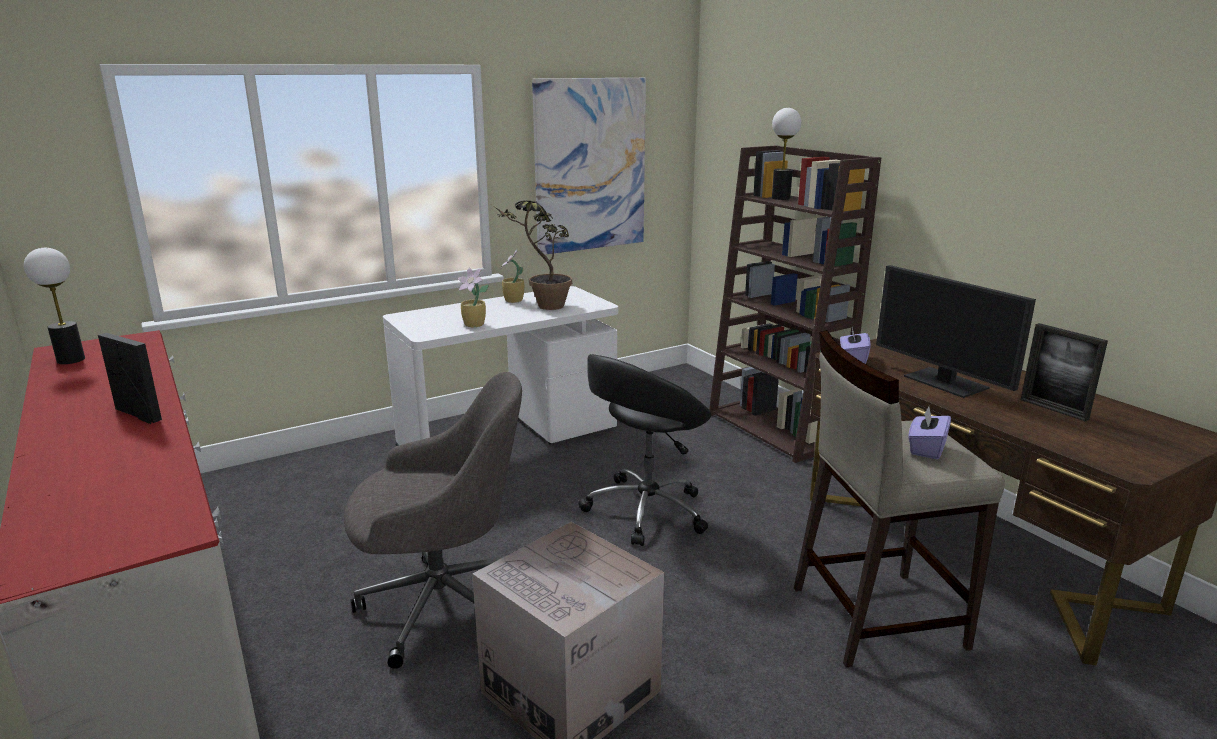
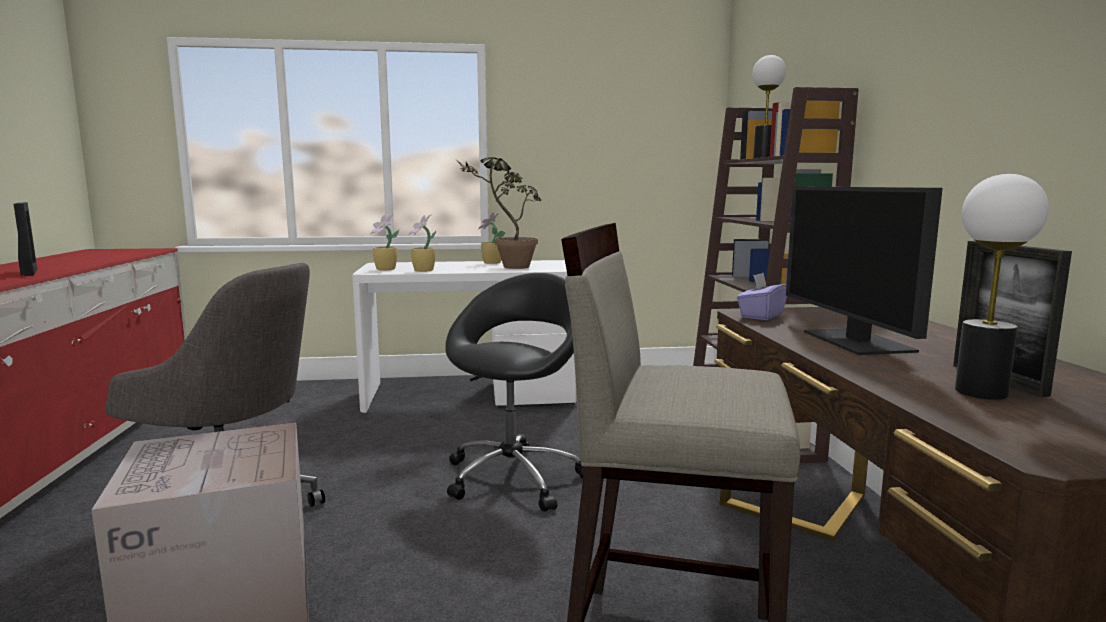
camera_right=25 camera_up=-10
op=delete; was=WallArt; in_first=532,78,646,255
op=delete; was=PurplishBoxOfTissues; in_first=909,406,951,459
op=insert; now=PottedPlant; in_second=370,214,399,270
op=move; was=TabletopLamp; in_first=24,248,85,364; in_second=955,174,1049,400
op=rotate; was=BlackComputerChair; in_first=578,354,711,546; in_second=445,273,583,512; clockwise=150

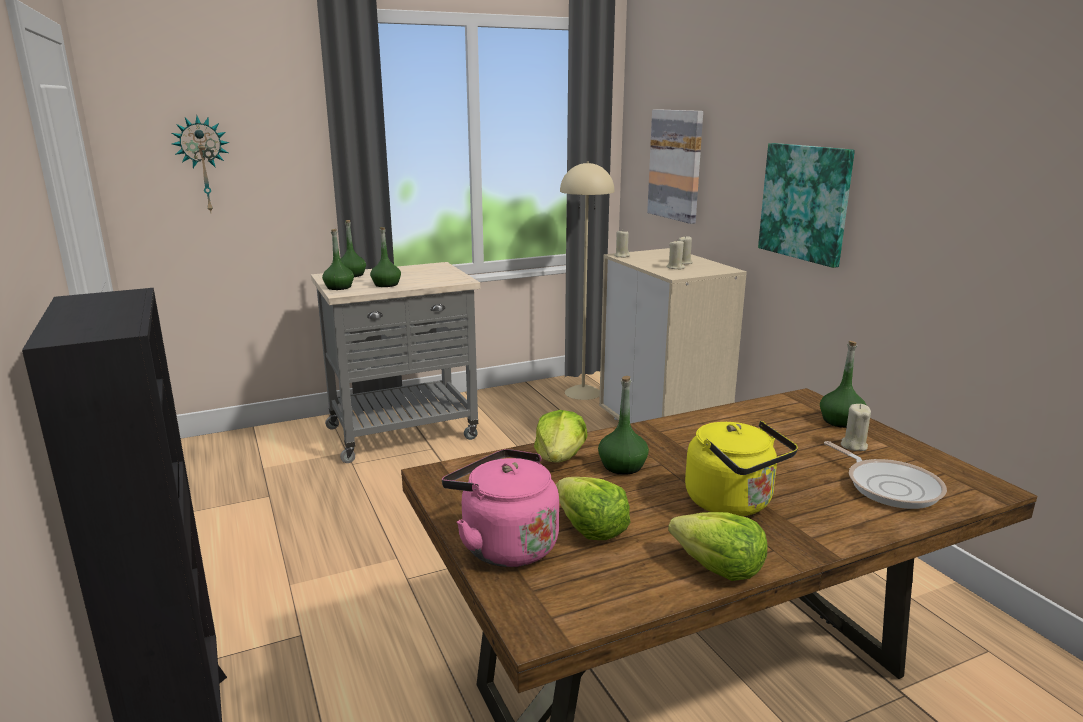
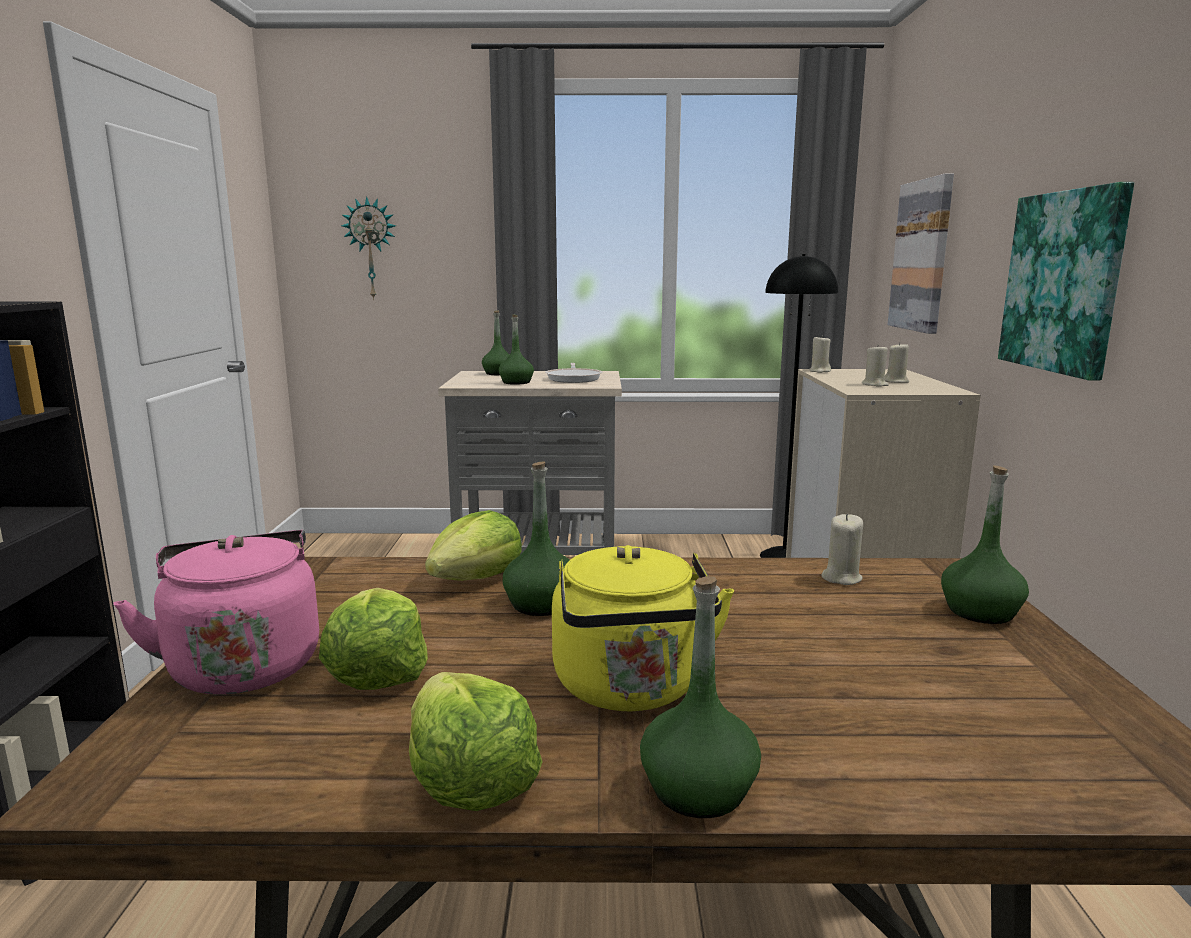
camera_right=25 camera_up=-5
op=move; was=GreenishBottle; in_first=322,229,354,290; in_second=640,576,761,818
op=move; was=Pan; in_first=824,441,947,509; in_second=545,363,602,383
op=move; was=BeigeColouredCandle; in_first=841,404,871,451; in_second=821,514,863,585
op=recolor; was=BeigeColouredStandingLamp; now=BlackStandingLamp; in_first=560,162,614,400; in_second=760,254,838,558

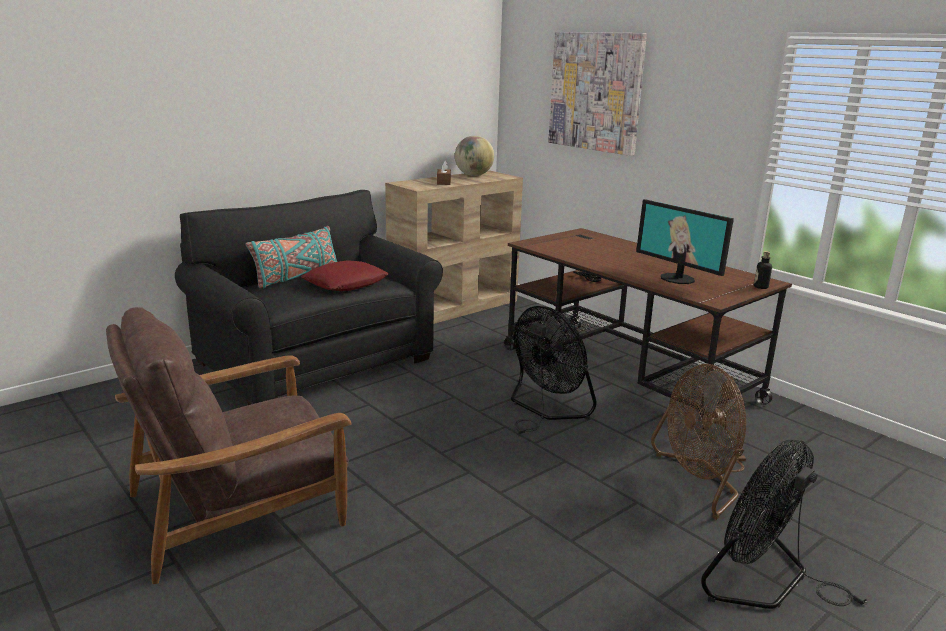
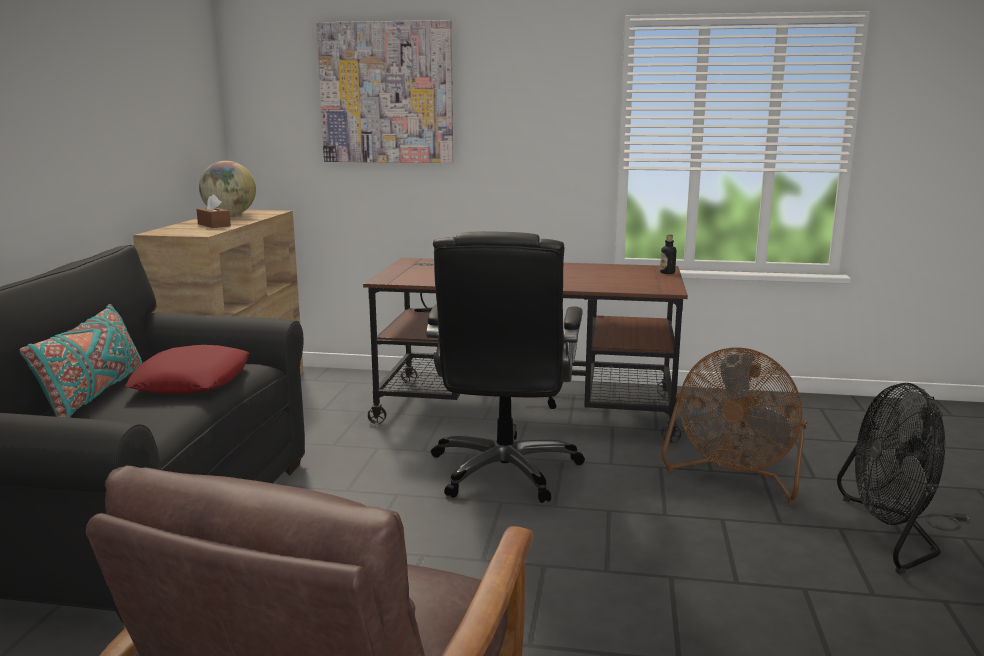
camera_right=-40 camera_up=-5
op=delete; was=ComputerDisplay; in_first=636,199,734,284
op=replace; was=BlackCoolingFan; now=BlackComputerChair; in_first=511,306,597,434; in_second=426,231,585,503

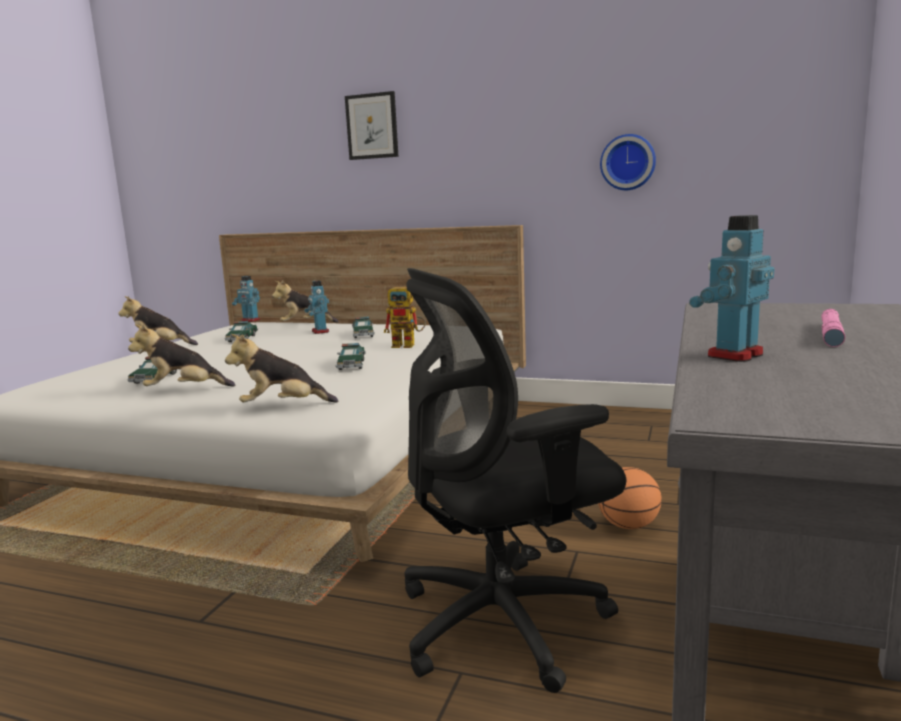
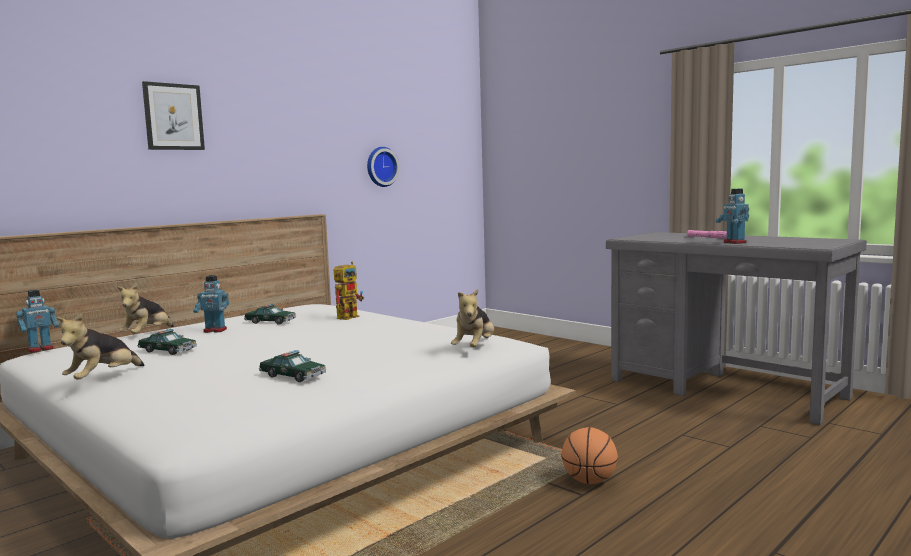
camera_right=-65 camera_up=-5
op=delete; was=PlushToy; in_first=128,324,236,387
op=delete; was=MiniatureCar; in_first=336,343,366,370
op=delete; was=BlackComputerChair; in_first=404,268,626,693
op=move; was=BasketballBall; in_first=598,467,661,529; in_second=561,427,618,484

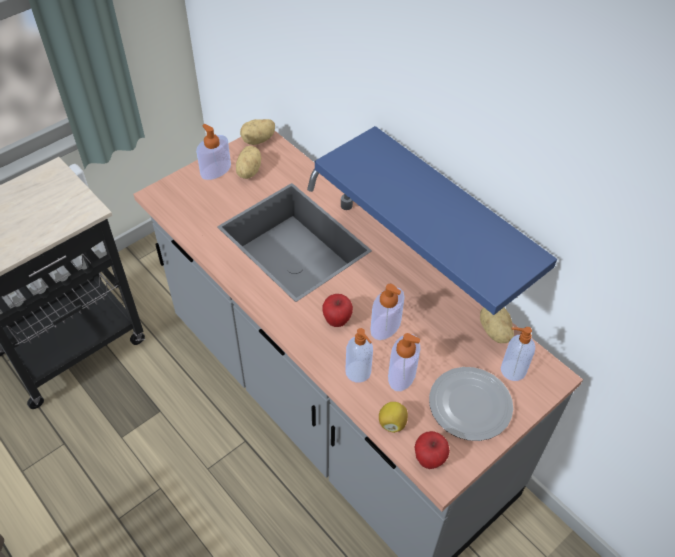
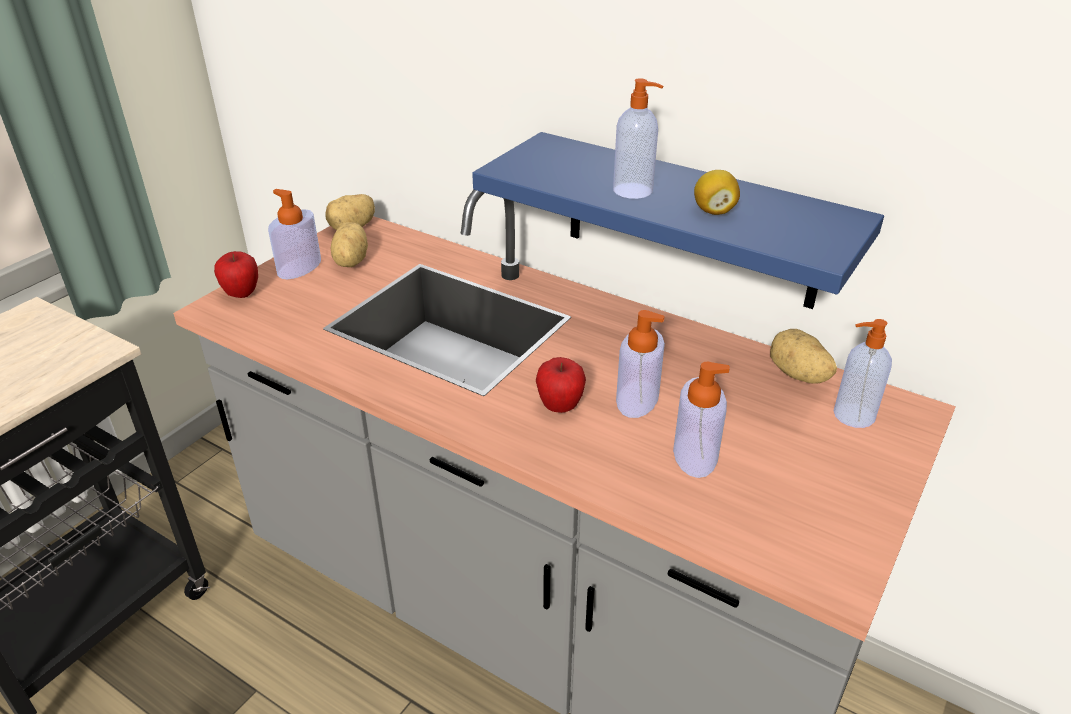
camera_right=-15 camera_up=-15
op=delete; was=DinnerPlate; in_first=429,367,513,441
op=move; was=LiquidSoapBottle; in_first=345,328,373,383; in_second=613,78,663,199
op=move; was=CitrusFruit; in_first=379,402,408,433; in_second=694,170,740,215
op=move; was=WholeApple; in_first=414,431,450,469; in_second=214,251,258,298

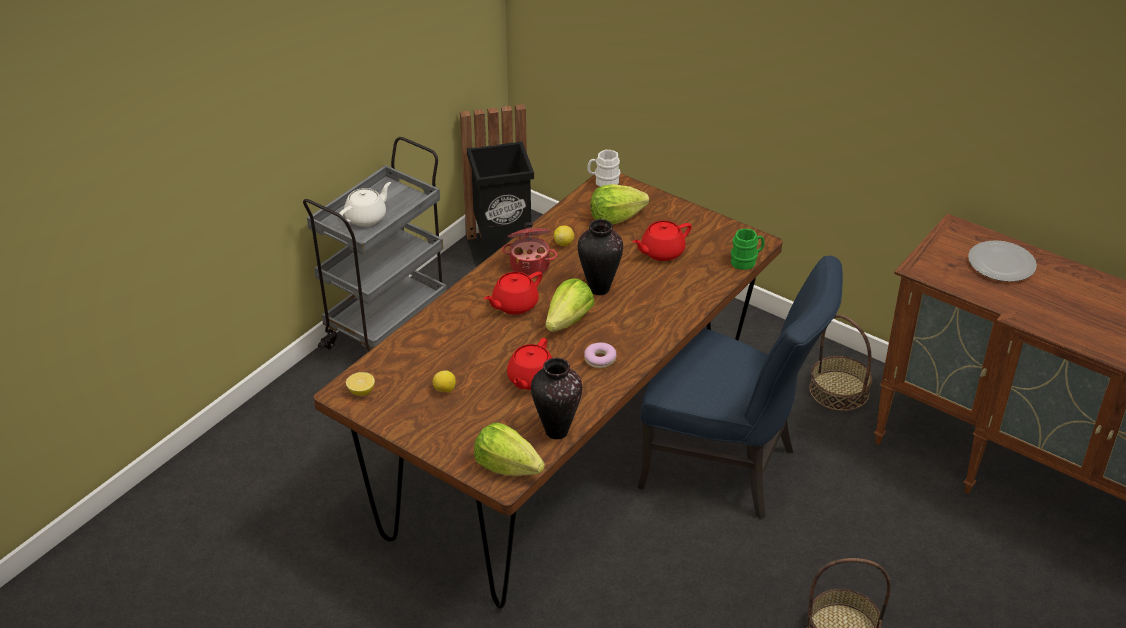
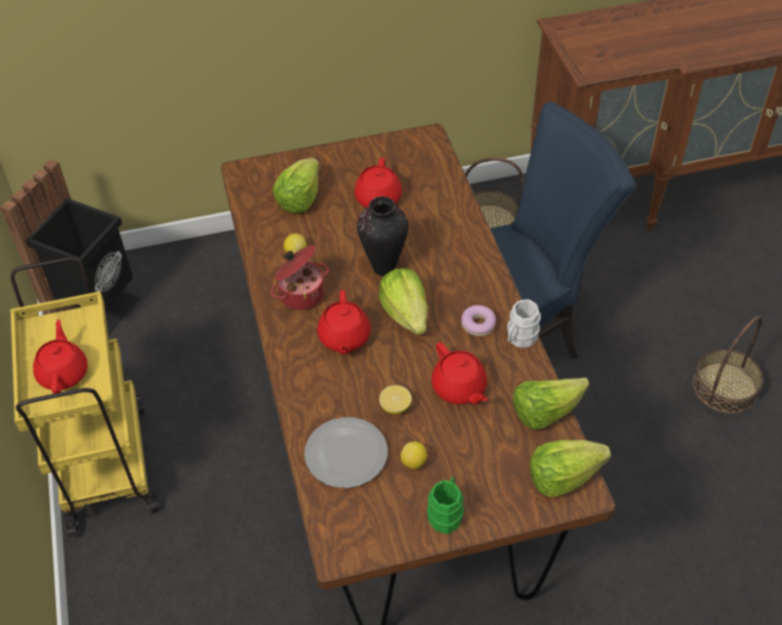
camera_right=-50 camera_up=10
op=move; was=CitrusFruit; in_first=346,372,375,396; in_second=379,385,412,414
op=move; was=WhiteMug; in_first=587,150,620,187; in_second=507,299,541,348
op=move; was=GreenishMug; in_first=731,229,764,270; in_second=427,477,464,534
op=move; was=DinnerPlate; in_first=968,240,1037,282; in_second=304,417,388,488
op=replace; was=Vase; now=HeadOfLettuce; in_first=531,358,582,439; in_second=513,378,589,430
op=recolor; was=GreyCart; now=YellowColouredCart; in_first=303,137,447,352; in_second=10,257,159,537
op=recolor; was=WhitePotForTea; now=RedColouredPotForTea; in_first=339,182,391,226; in_second=33,319,88,394

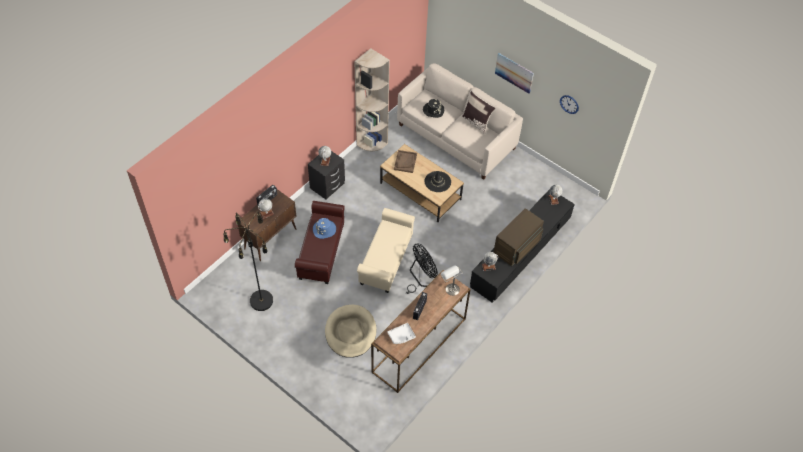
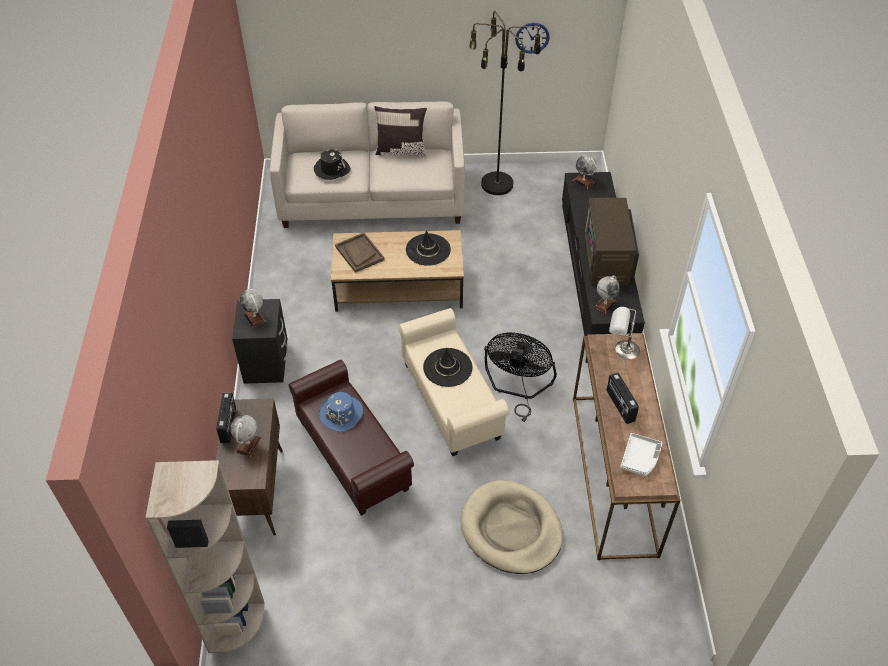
camera_right=-40 camera_up=-5
op=delete; was=WallArt; in_first=495,53,534,94
op=insert; now=BlackHat; in_second=423,348,473,387
op=move; was=StandingLamp; in_first=223,211,273,311; in_second=469,11,541,195
op=move; was=BeigeColouredShelvingUnit; in_first=354,48,390,151; in_second=145,460,265,653

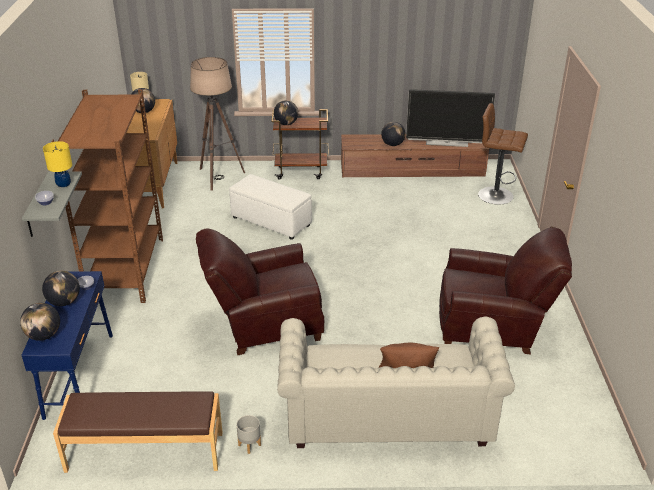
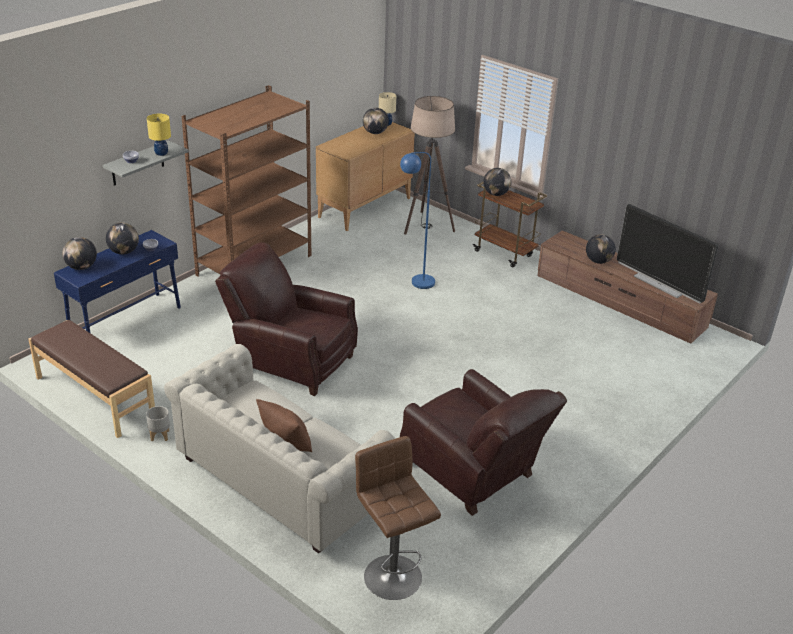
camera_right=40 camera_up=0
op=move; was=BrownStoolSeat; in_first=478,103,528,205; in_second=355,436,441,600
op=replace; was=WhiteFootrest; now=BlueColouredStandingLamp; in_first=229,174,312,240; in_second=400,152,435,289

